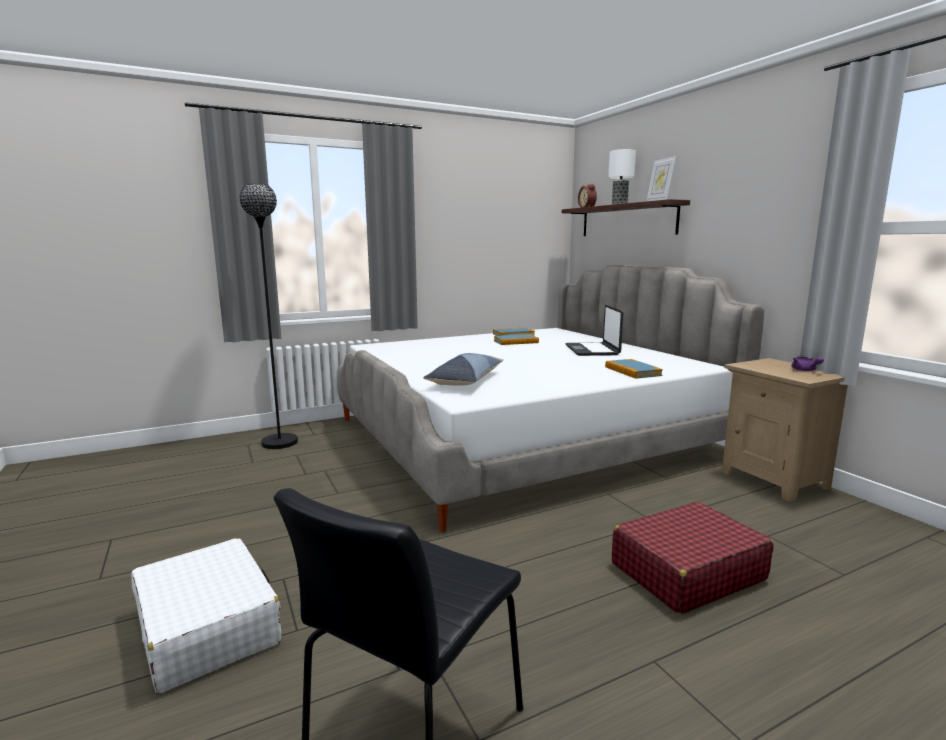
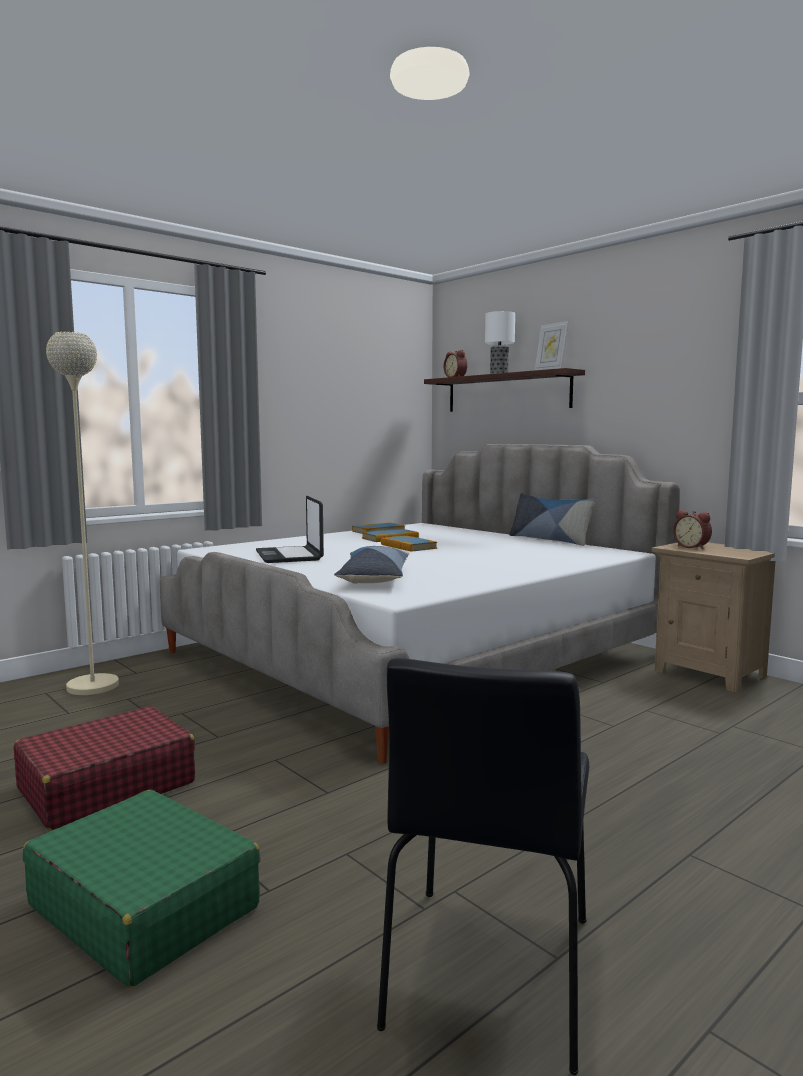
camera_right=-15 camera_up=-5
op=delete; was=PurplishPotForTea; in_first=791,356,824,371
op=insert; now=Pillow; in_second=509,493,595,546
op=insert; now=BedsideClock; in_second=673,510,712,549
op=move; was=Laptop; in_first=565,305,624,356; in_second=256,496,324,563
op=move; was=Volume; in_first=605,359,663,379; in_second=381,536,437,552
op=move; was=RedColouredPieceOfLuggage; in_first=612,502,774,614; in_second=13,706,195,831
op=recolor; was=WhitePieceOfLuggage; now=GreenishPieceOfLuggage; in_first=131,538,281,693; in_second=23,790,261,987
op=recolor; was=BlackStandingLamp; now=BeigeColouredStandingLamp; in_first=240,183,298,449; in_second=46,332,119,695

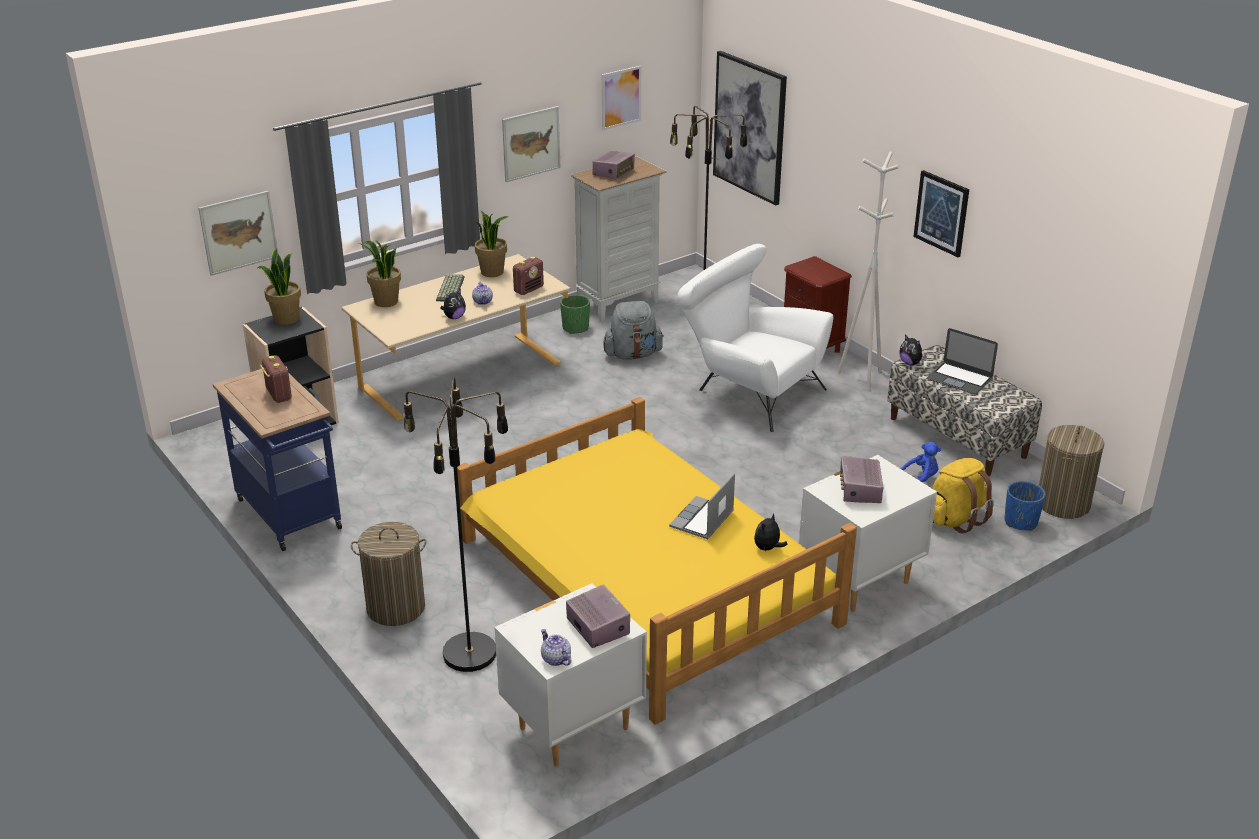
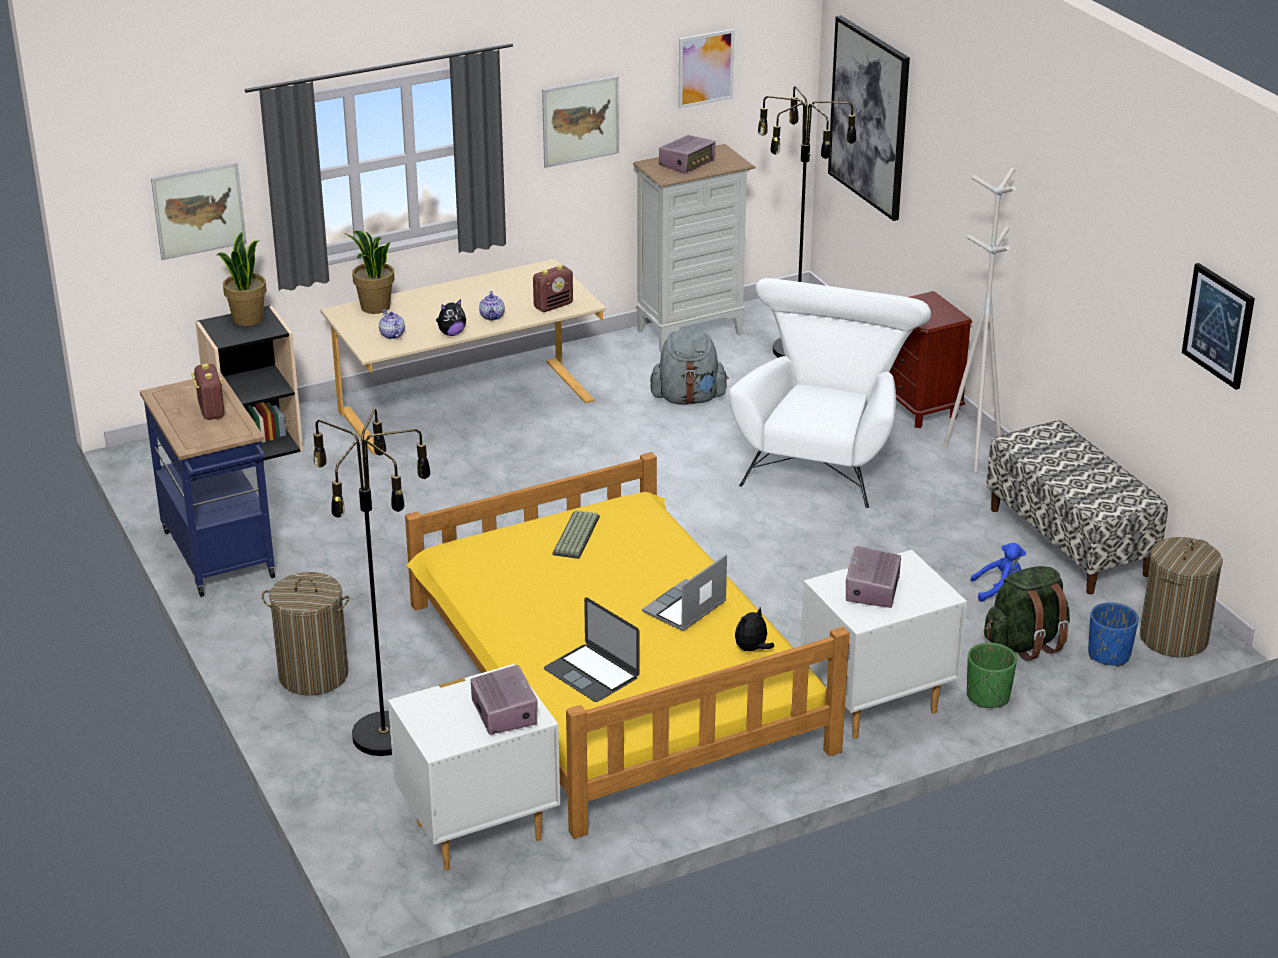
camera_right=10 camera_up=0
op=delete; was=PottedPlant; in_first=475,211,508,277
op=delete; was=PlushToy; in_first=899,335,926,365
op=move; was=PcKeyboard; in_first=436,274,465,301; in_second=552,510,600,559
op=move; was=PotForTea; in_first=541,629,571,666; in_second=379,309,405,339
op=move; was=GreenishPlanter; in_first=560,295,590,334; in_second=967,643,1017,708
op=move; was=WallArt; in_first=913,170,969,257; in_second=1182,263,1255,390
op=move; was=Laptop; in_first=927,328,998,394; in_second=544,597,640,702
op=recolor; was=YellowColouredRucksack; now=GreenishRucksack; in_first=932,458,994,534; in_second=984,566,1070,661
op=rotate; was=WhiteEasyChair; in_first=677,244,833,432; in_second=729,278,931,508; clockwise=60

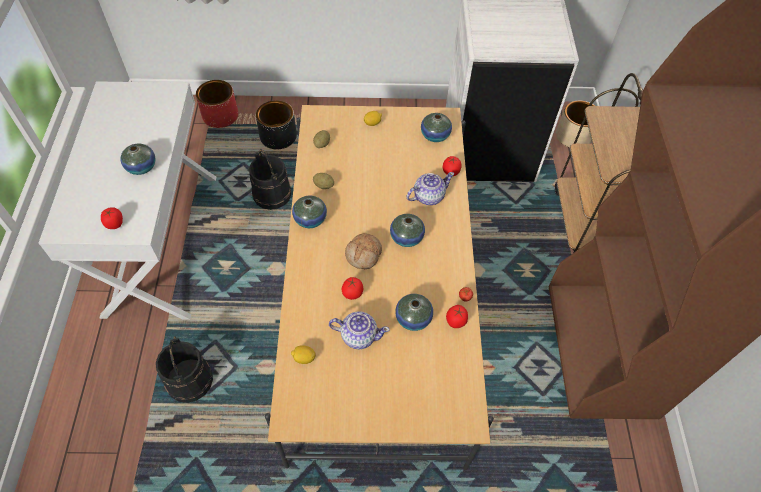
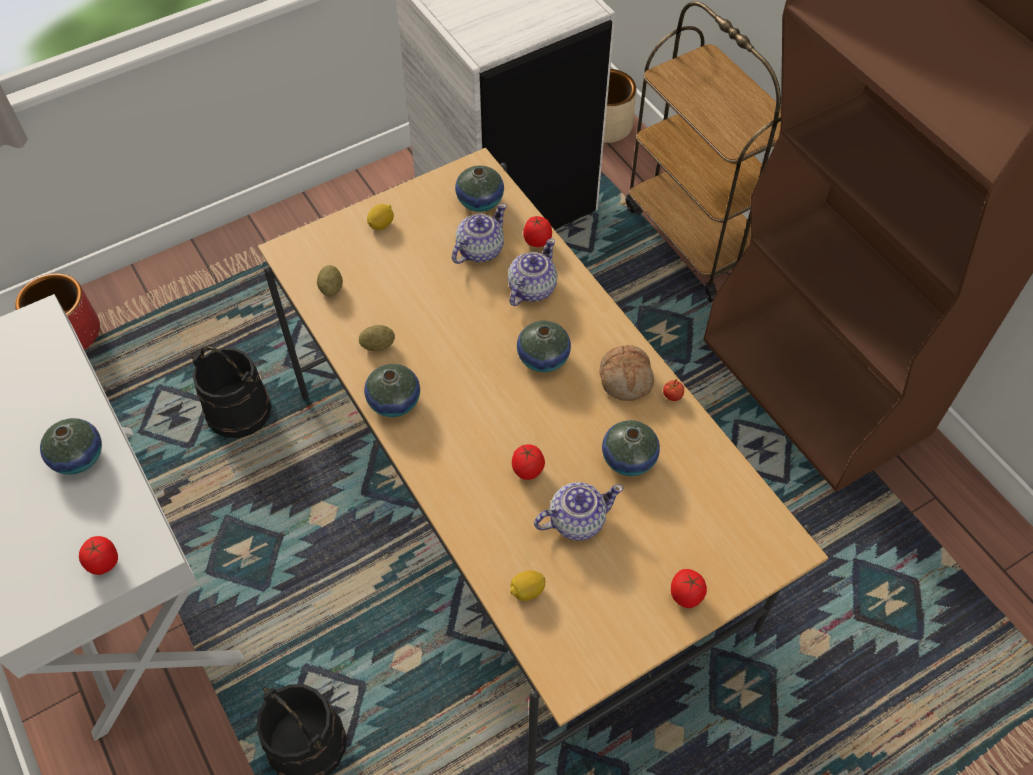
camera_right=-30 camera_up=0
op=delete; was=BlackPlanter; in_first=256,100,297,149
op=insert; now=PotForTea; in_second=452,203,507,264
op=move; was=Bread; in_first=345,233,382,269; in_second=599,345,654,401
op=move; was=FreshTomato; in_first=446,305,468,328; in_second=671,569,707,608

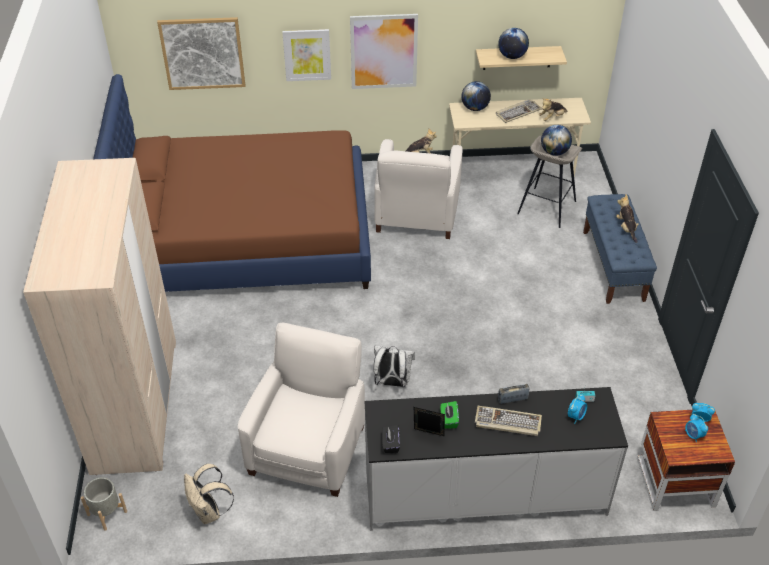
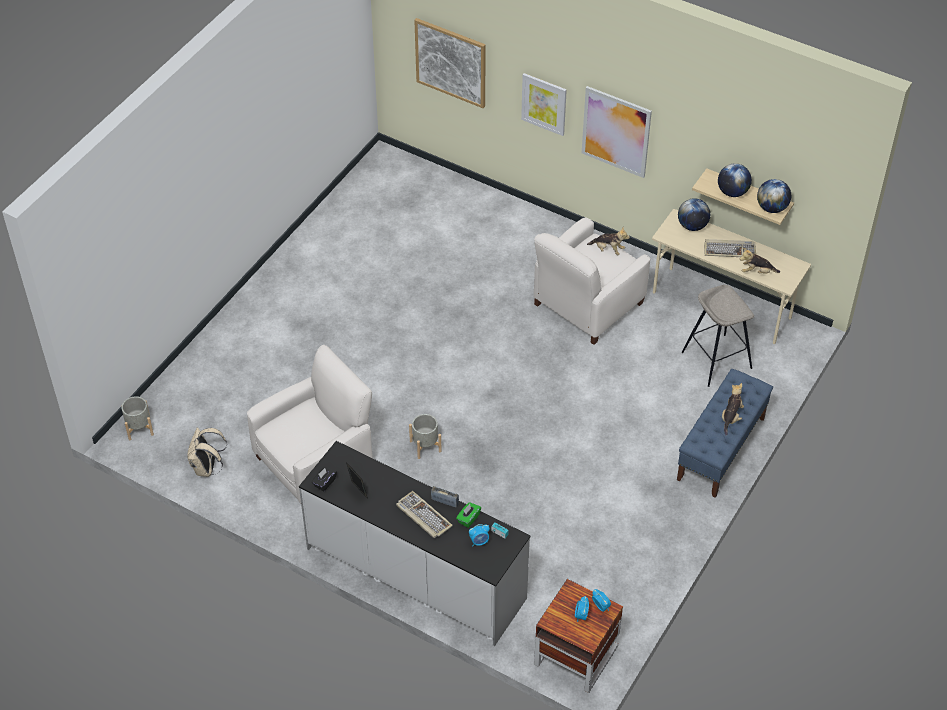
camera_right=35 camera_up=5
op=delete; was=BeigeColouredWardrobe; in_first=23,158,176,475
op=delete; was=BrownBed; in_first=93,74,371,292
op=move; was=GreenishBoxOfTissues; in_first=441,401,459,428; in_second=456,502,481,528
op=move; was=DeskGlobe; in_first=541,125,572,156; in_second=757,179,791,213
op=replace; was=WhiteRucksack; now=GreyPlanter; in_first=374,346,415,387; in_second=409,414,442,459

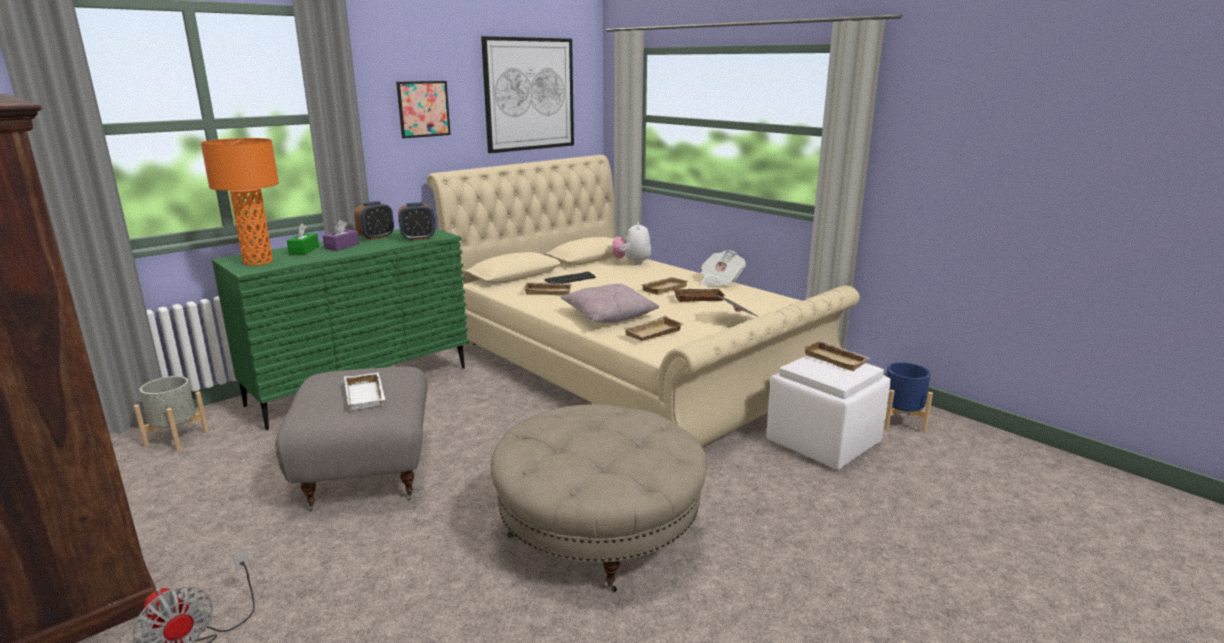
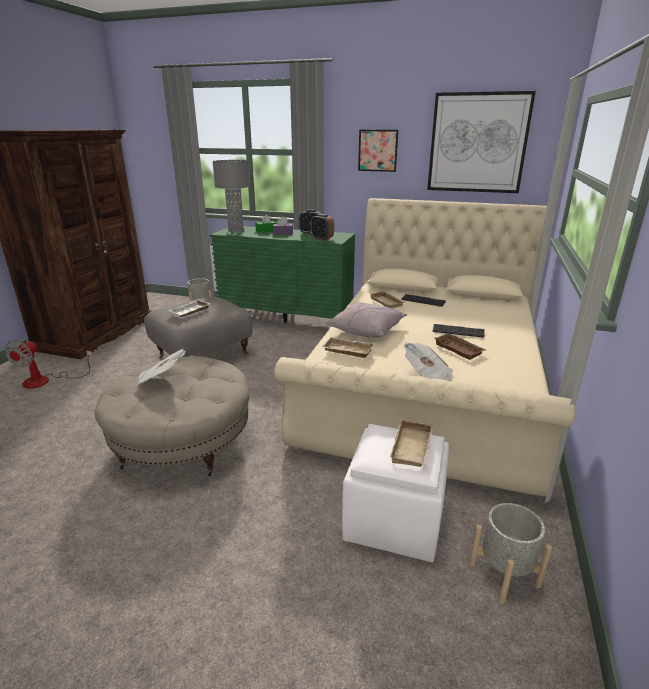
camera_right=60 camera_up=5
op=delete; was=PlushToy; in_first=612,222,651,265
op=move; was=DailyPaper; in_first=700,250,746,287; in_second=136,349,185,386
op=replace; was=BeigeColouredTray; now=PcKeyboard; in_first=642,277,688,295; in_second=432,324,484,338
op=recolor; was=OrangeColouredTabletopLamp; now=GreyTabletopLamp; in_first=201,138,279,266; in_second=213,160,250,233
op=recolor; was=BlueColouredPlanter; now=GreyPlanter; in_first=883,362,933,433; in_second=469,503,552,604

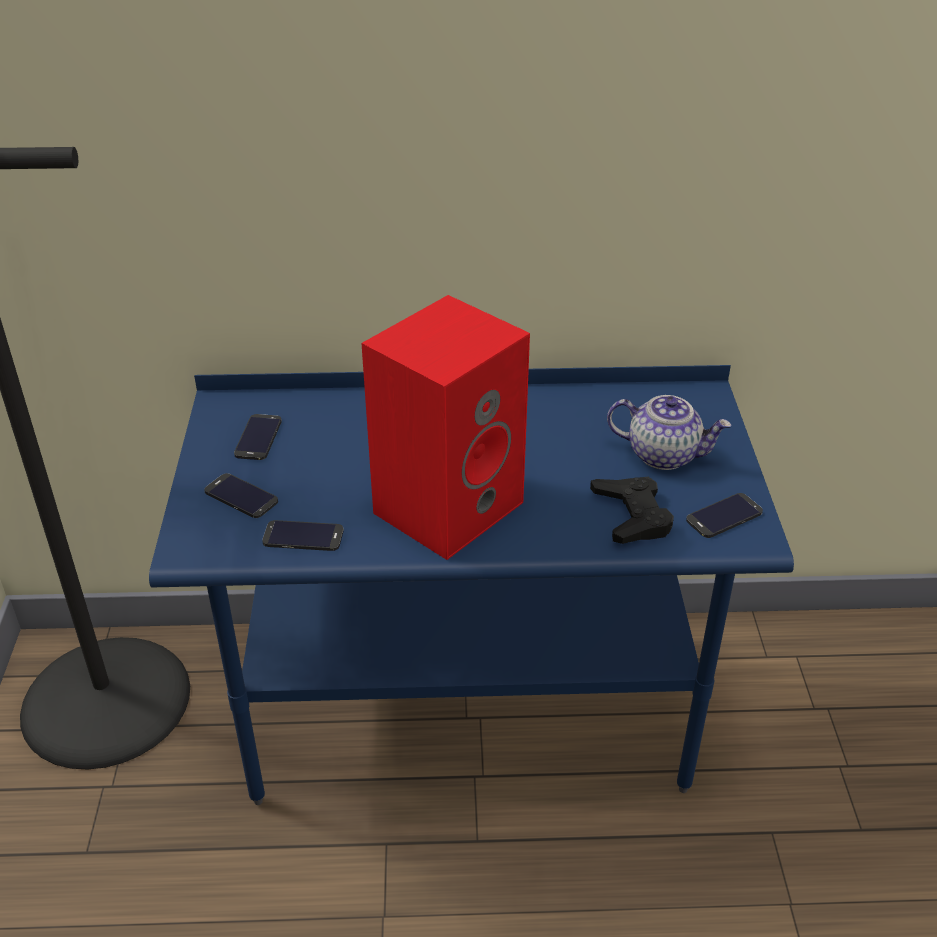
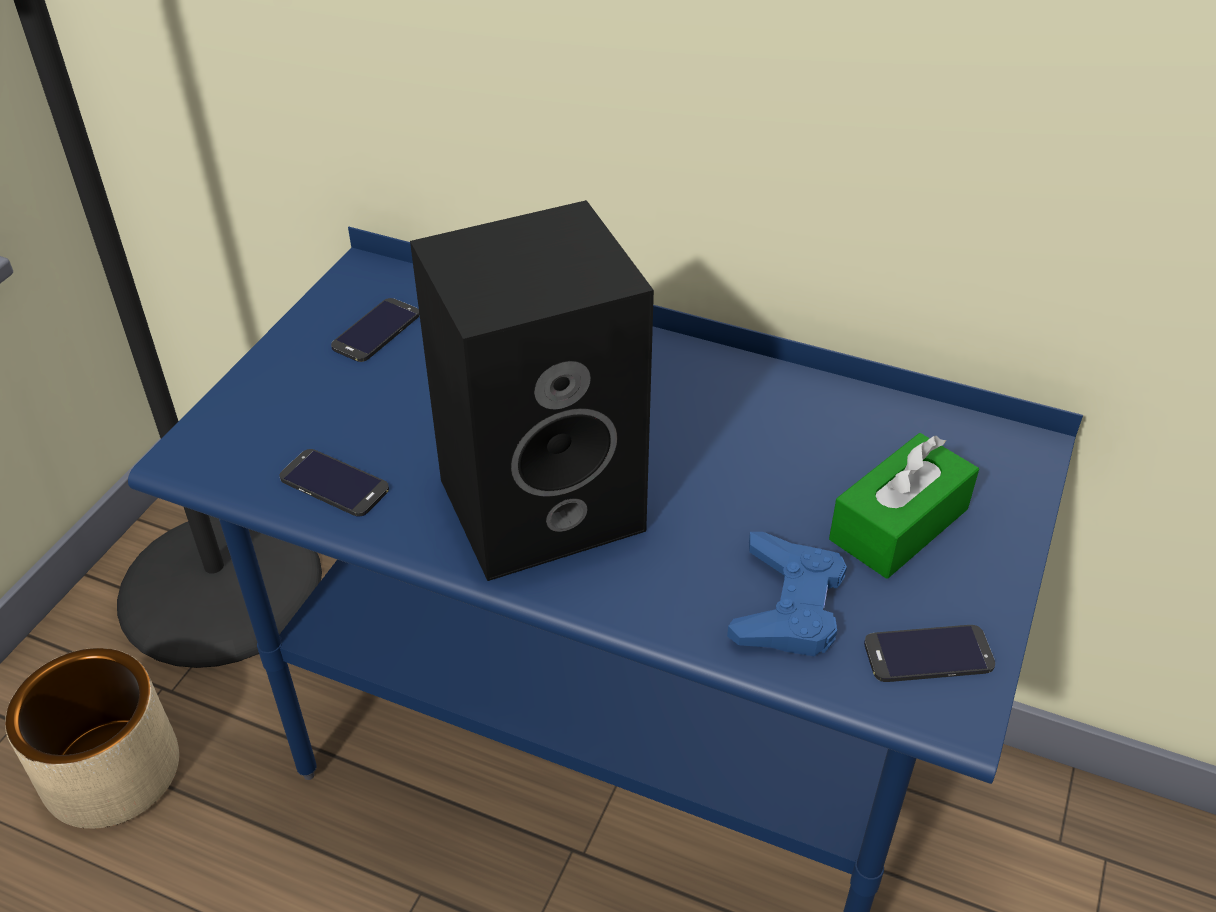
camera_right=25 camera_up=5
op=delete; was=Handset; in_first=204,473,278,518
op=insert; now=BeigeColouredPlanter; in_second=5,648,179,829
op=replace; was=PotForTea; now=GreenishBoxOfTissues; in_first=607,395,732,470; in_second=829,433,979,579
op=recolor; was=RedColouredAudioSpeaker; now=BlackAudioSpeaker; in_first=361,295,530,560; in_second=410,200,654,581
op=recolor; was=BlackJoypad; now=BlueColouredJoypad; in_first=590,477,674,544; in_second=727,532,847,656

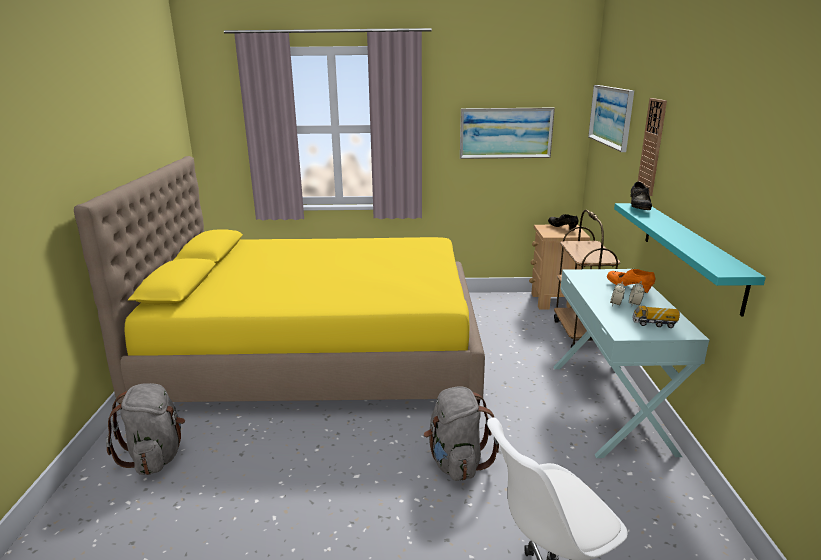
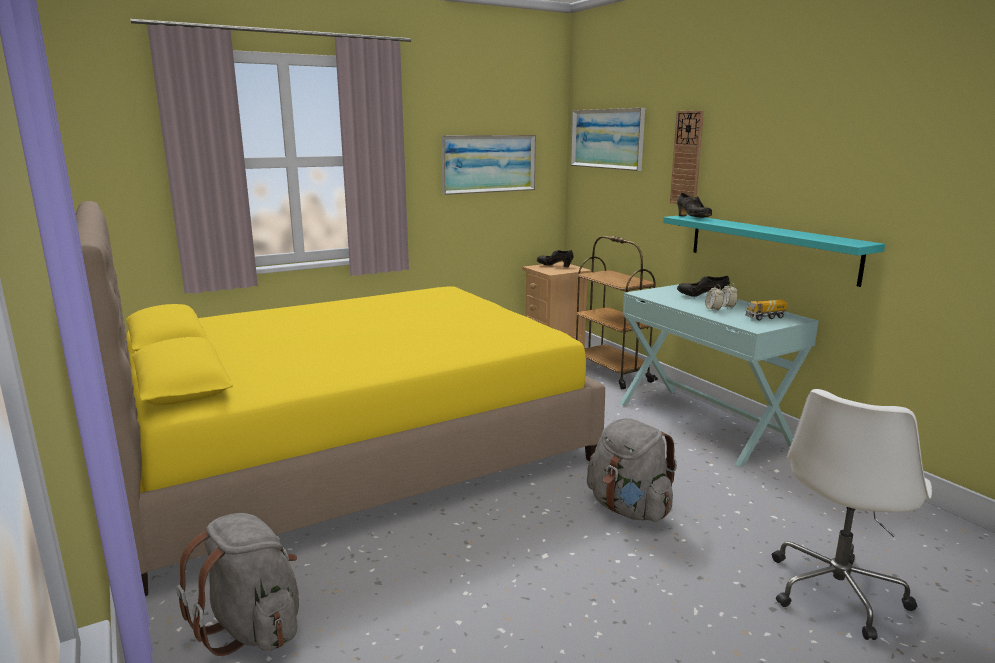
camera_right=-30 camera_up=-5
op=recolor; was=OrangeColouredLowShoe; now=BlackLowShoe; in_first=607,269,655,293; in_second=677,276,730,297

